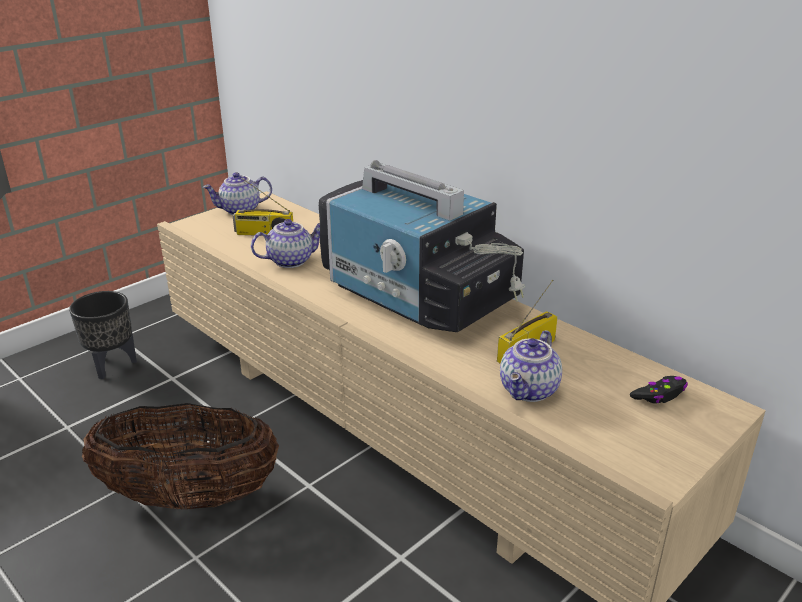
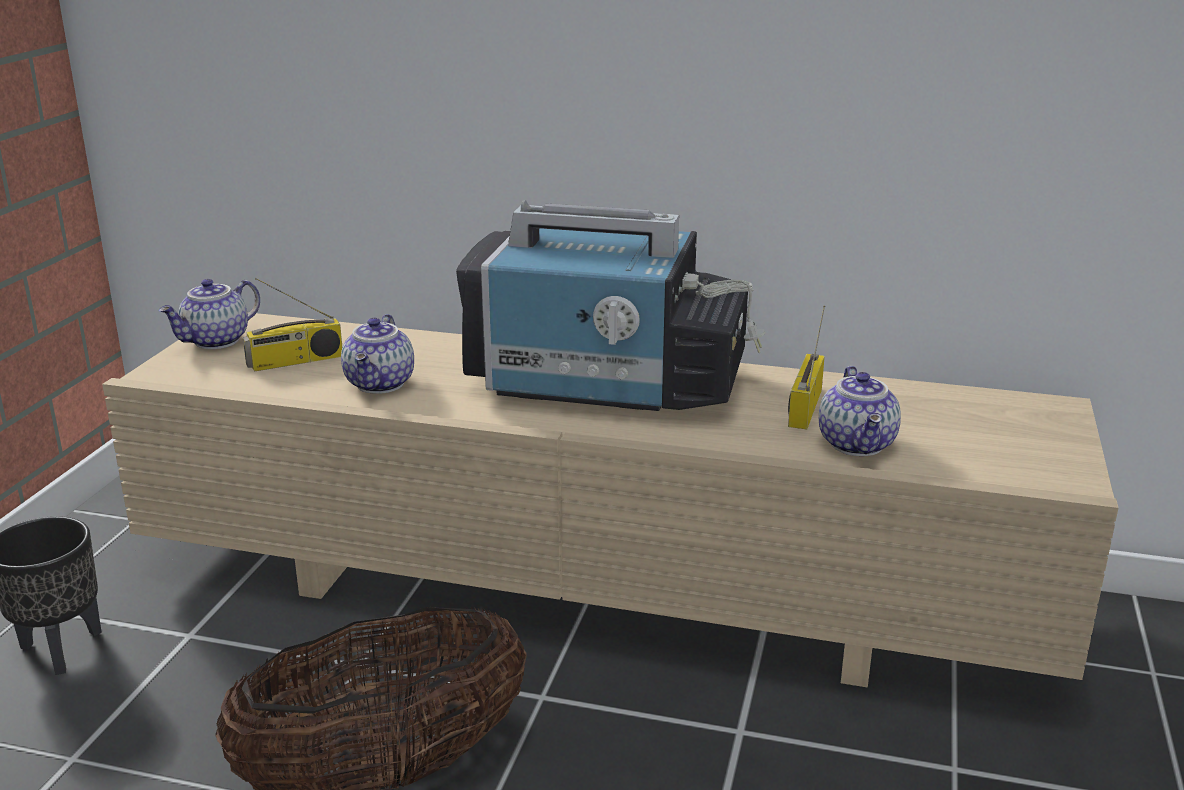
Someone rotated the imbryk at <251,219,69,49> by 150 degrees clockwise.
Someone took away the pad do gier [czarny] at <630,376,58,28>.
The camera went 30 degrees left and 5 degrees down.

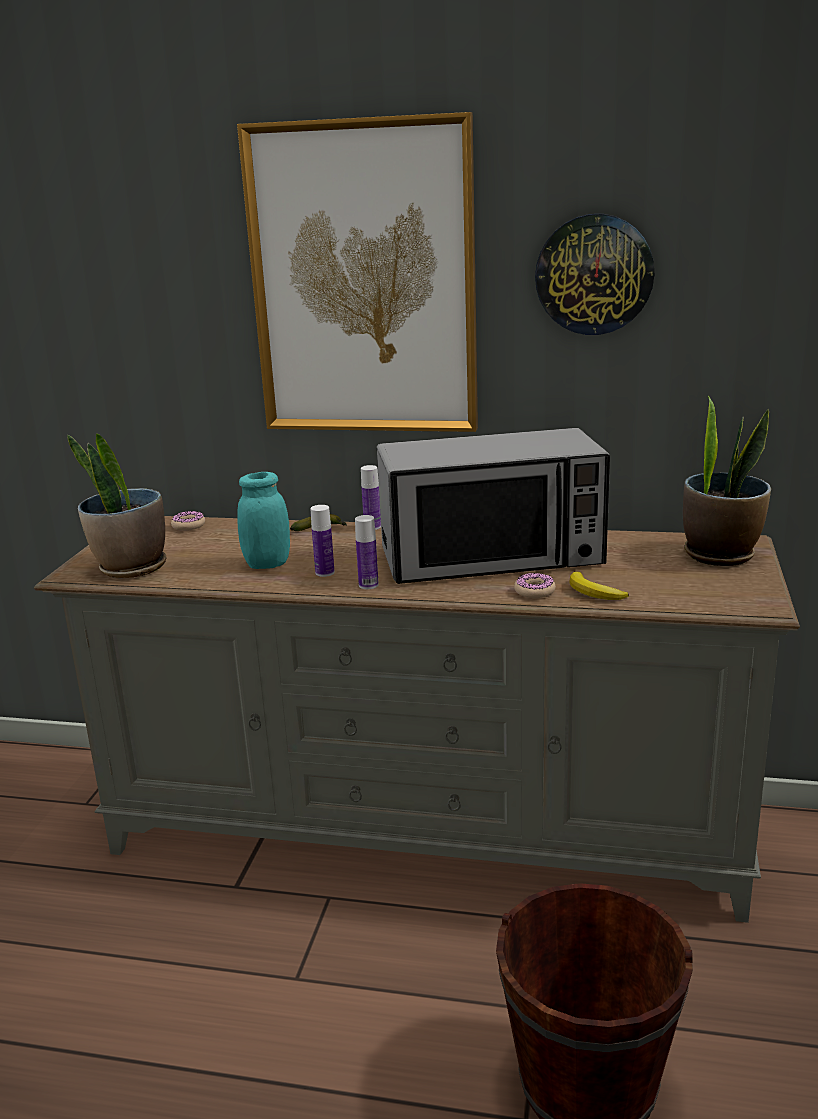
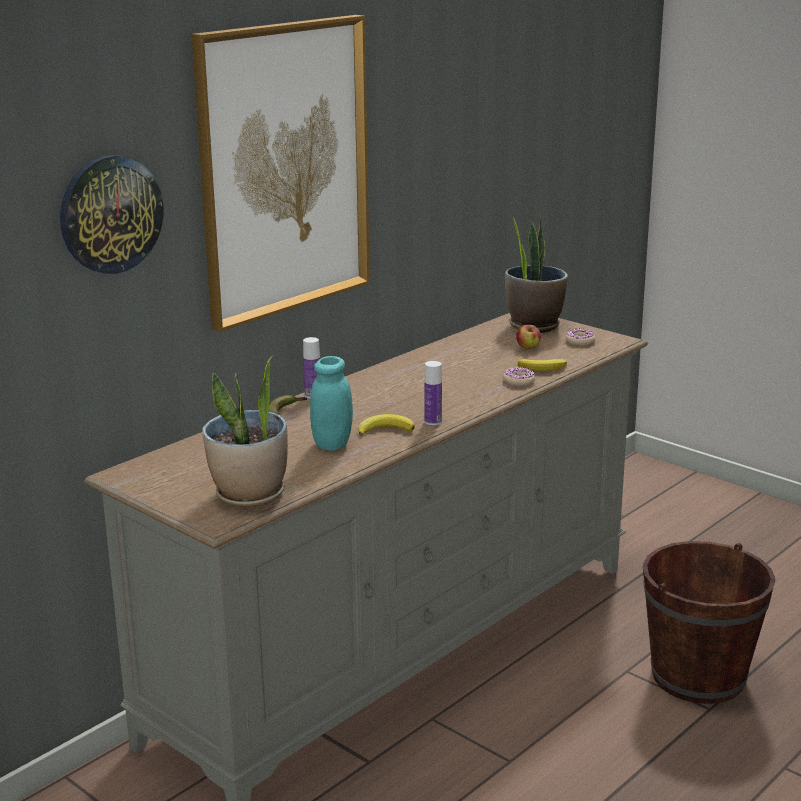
Someone carried the zegar ścienny from <535,214,119,121> to <60,155,103,119>.
Someone swapped the butelka at <310,505,25,72> for the banan at <358,414,57,22>.
Someone put down the jabłko at <516,325,25,24>.
Someone carried the donut from <171,511,34,20> to <566,328,29,18>.
Someone took away the mikrofalówka at <377,428,233,156>.
The camera went 60 degrees left and 0 degrees up.

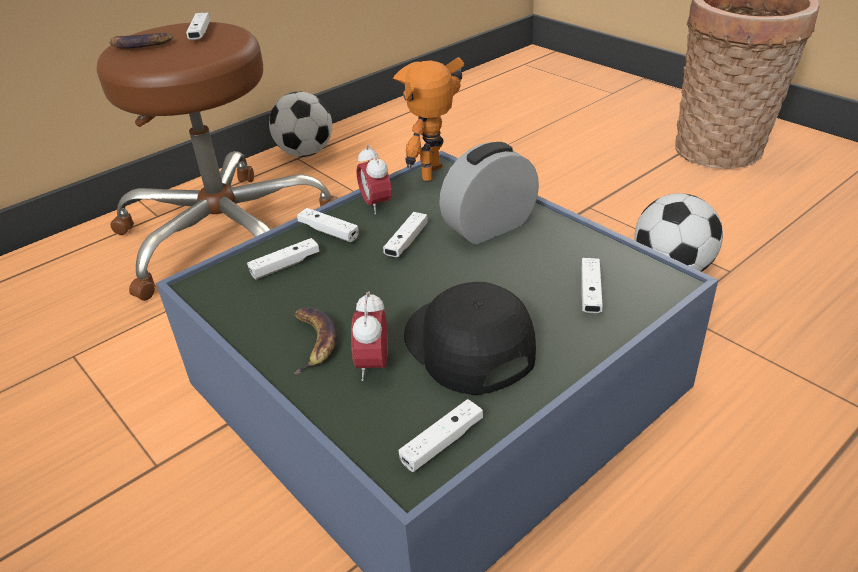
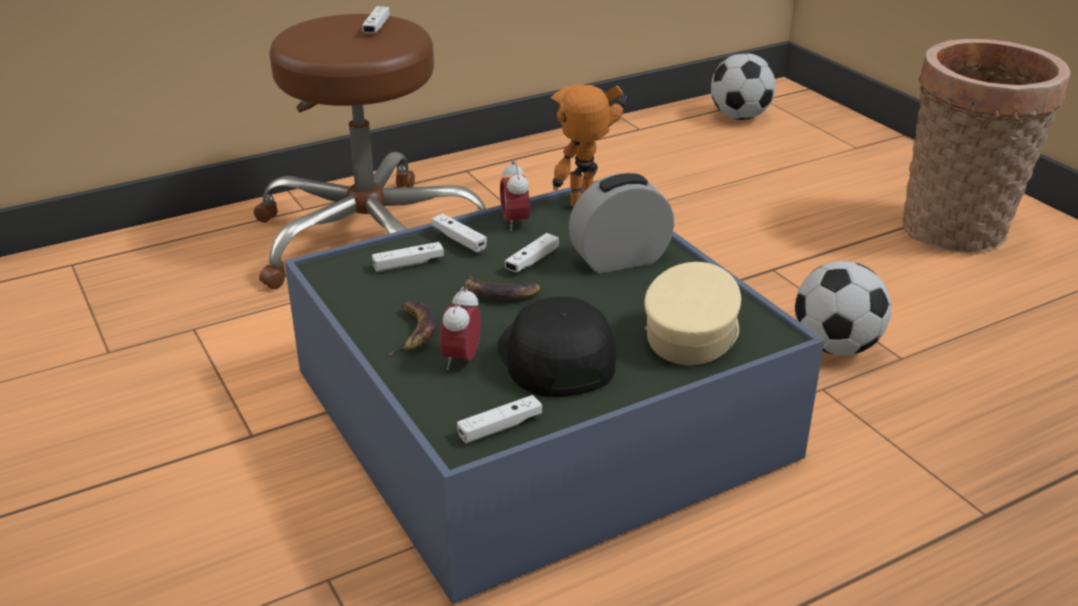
Someone carried the banan from <109,33,64,15> to <465,276,76,23>.
Someone swapped the pad do gier [biały] at <581,258,21,55> for the czapka z daszkiem [beżowy] at <644,262,97,103>.
Someone carried the piłka futbolowa from <269,92,63,65> to <711,53,65,67>.
The camera went 10 degrees right and 5 degrees down.

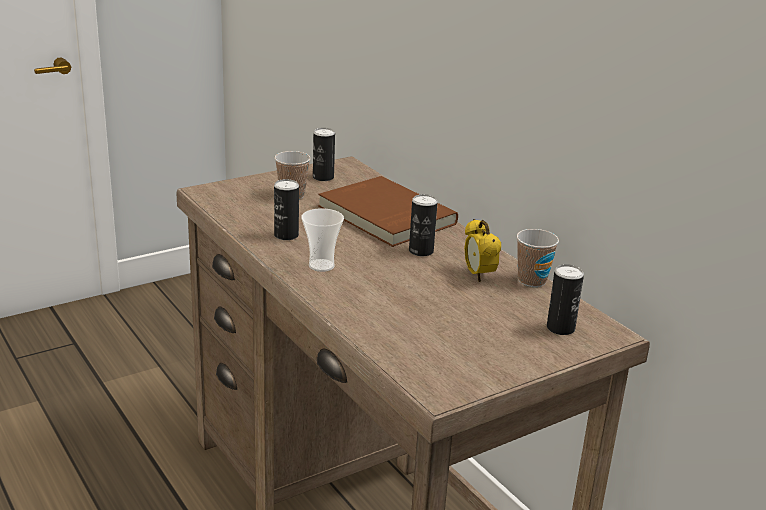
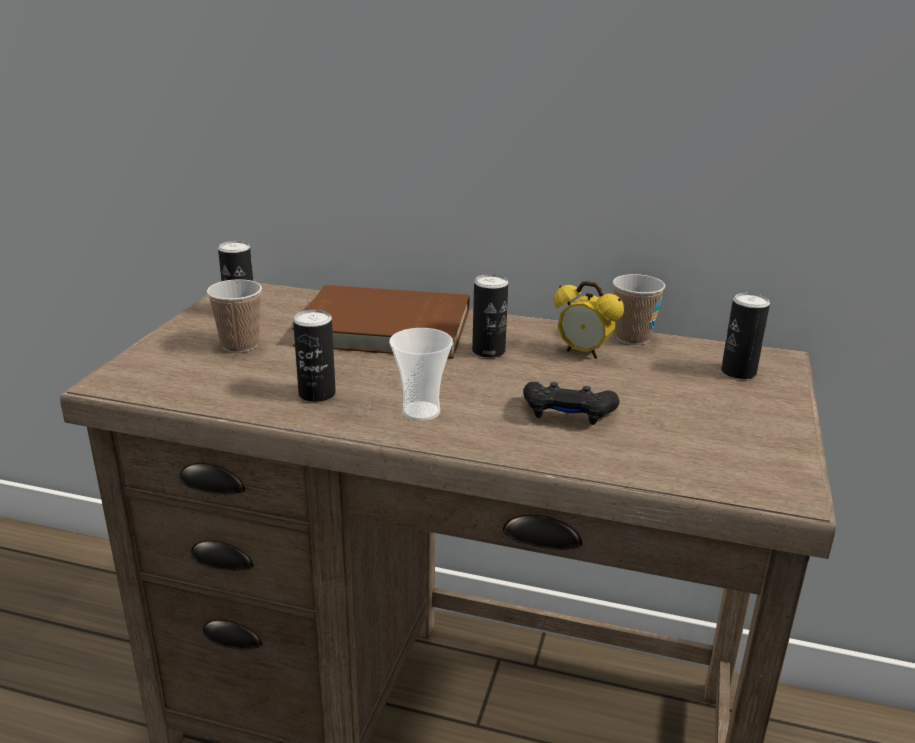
Someone put down the pad do gier [czarny] at <523,382,96,43>.
The camera went 40 degrees left and 0 degrees up.

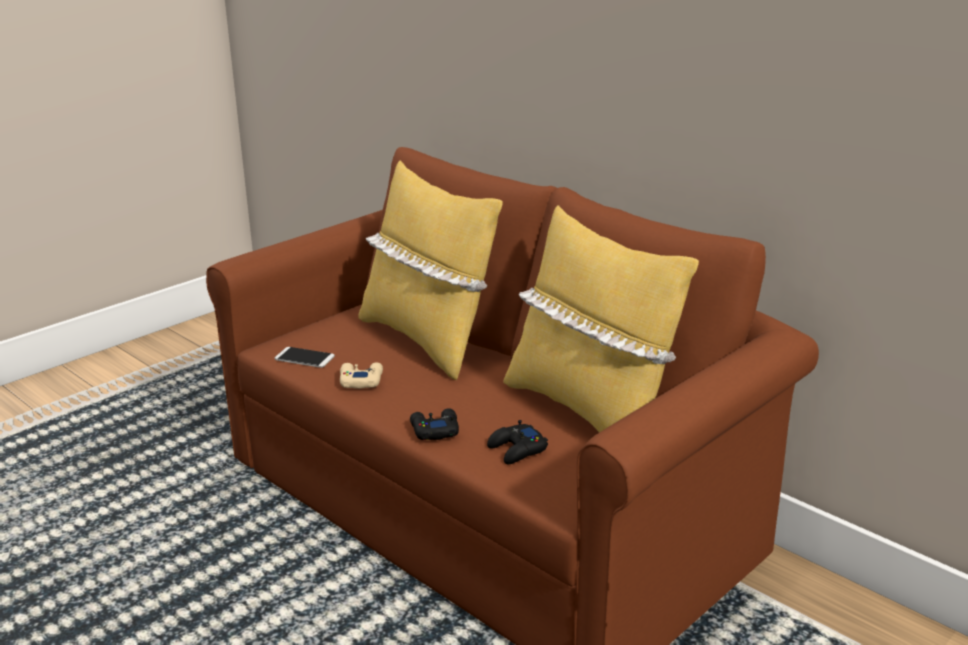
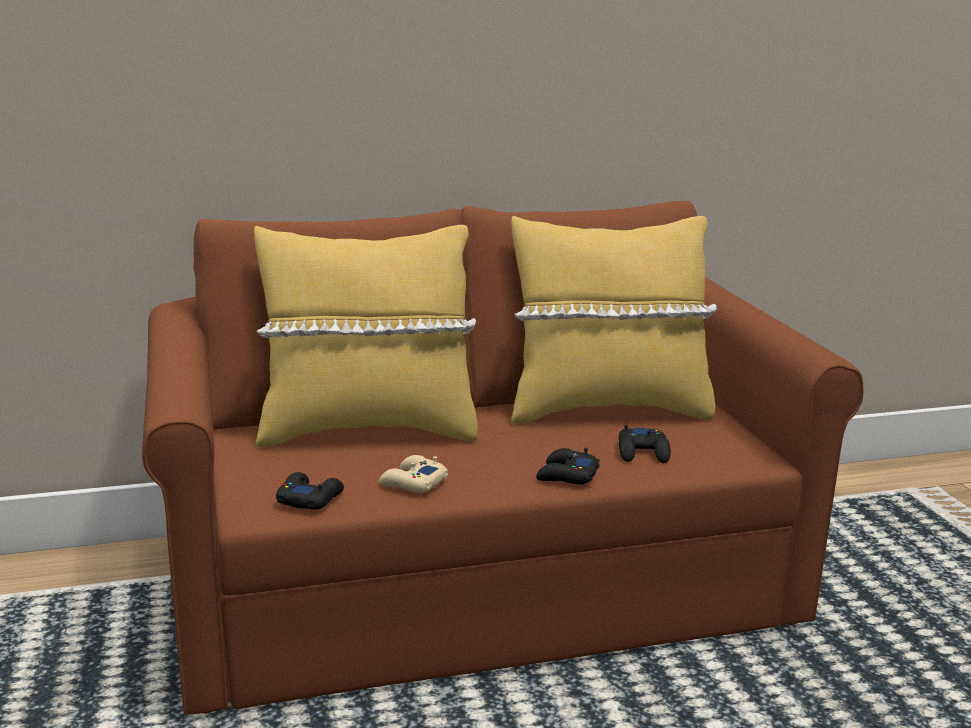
Someone swapped the telefon at <275,347,60,21> for the pad do gier [czarny] at <276,472,68,38>.
The camera went 60 degrees left and 5 degrees down.

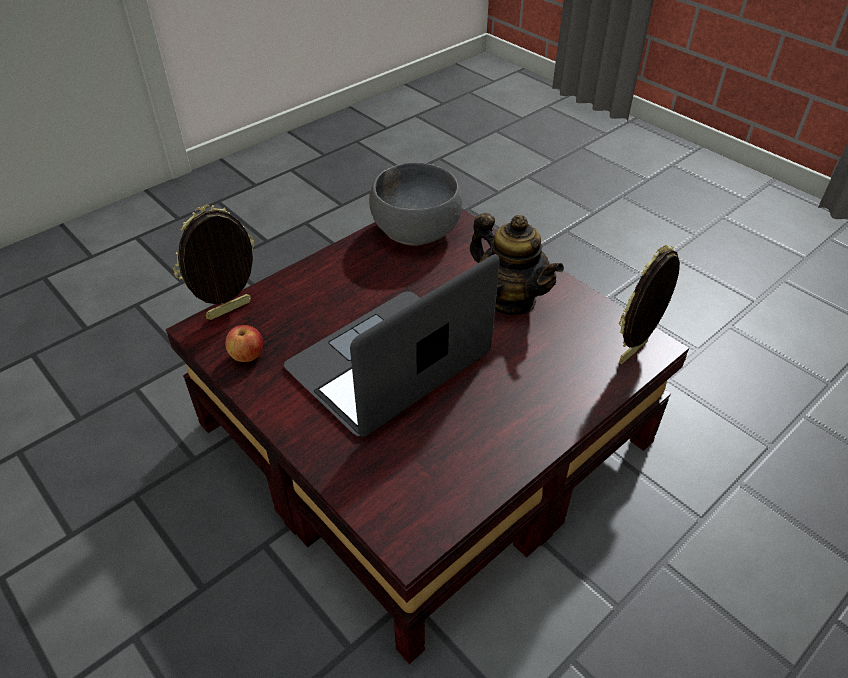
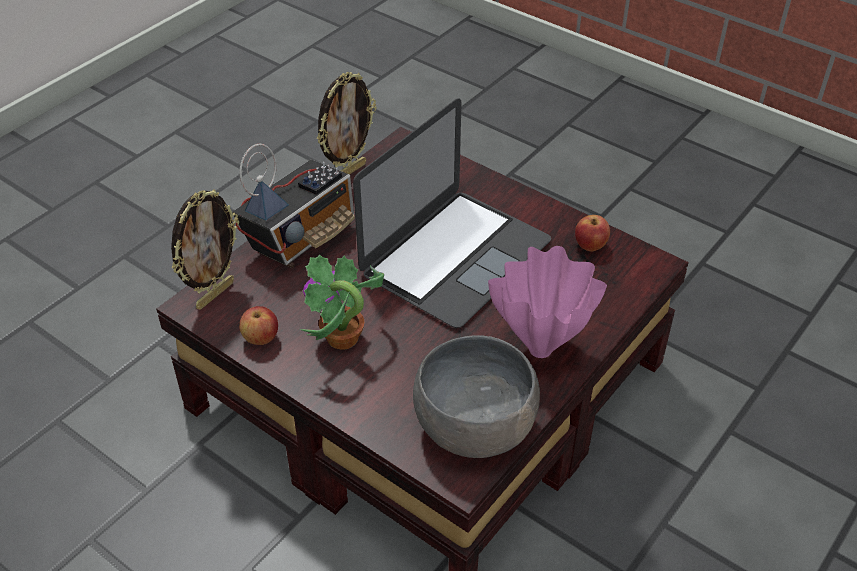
Someone put down the radio at <233,144,122,125>.
Someone put down the jabłko at <239,306,39,39>.
Someone swapped the imbryk at <470,213,94,102> for the roślina doniczkowa at <300,254,84,95>.
Someone carried the ramka na zdjęcie from <173,205,82,115> to <317,72,59,102>.
Someone put down the wazon [różowy] at <488,246,119,112>.
The camera went 170 degrees right and 0 degrees up.

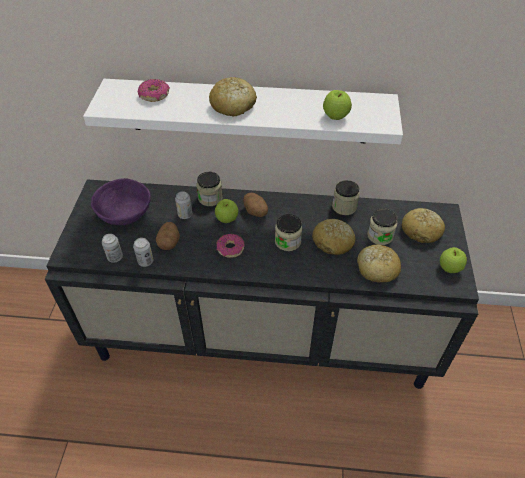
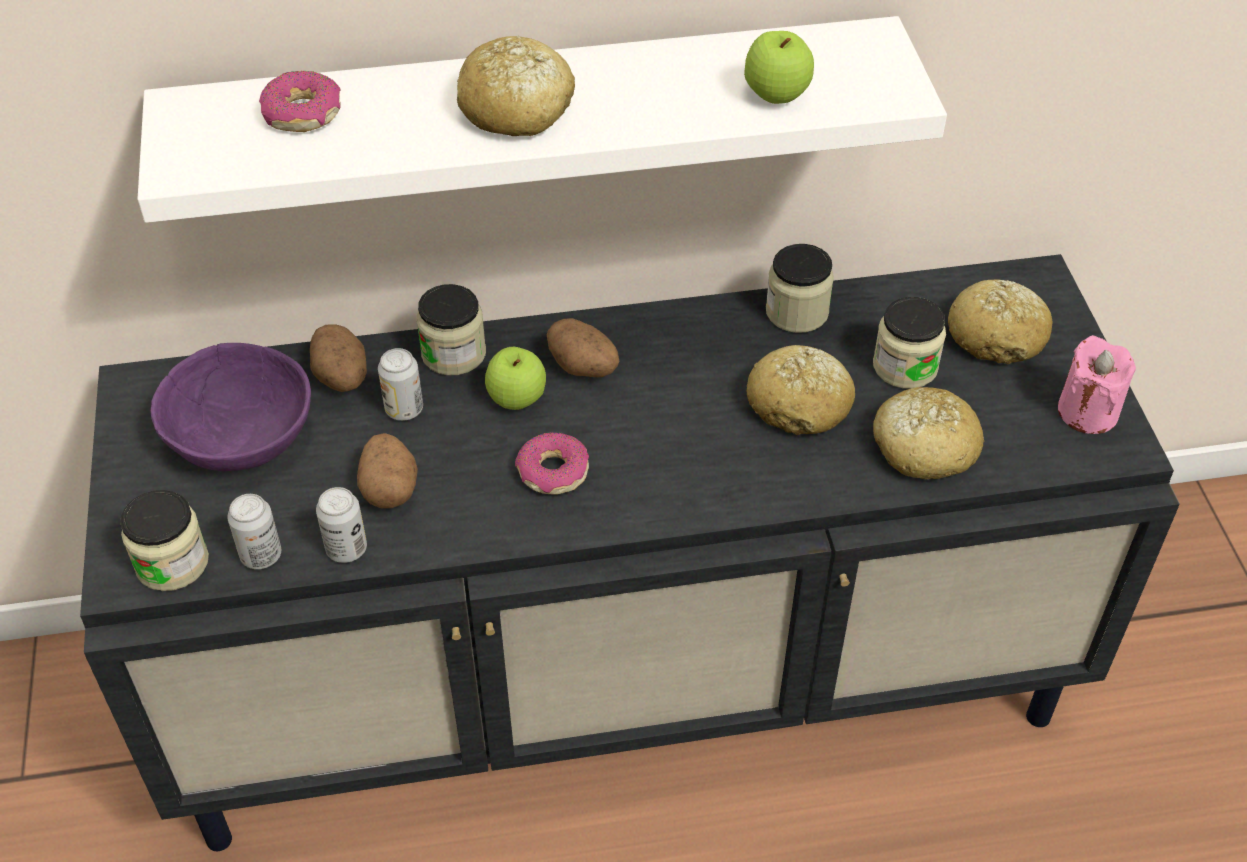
Someone carried the słoik from <275,214,27,37> to <120,490,89,101>.
Someone put down the ziemniak at <310,324,57,68>.
Someone swapped the jabłko at <440,247,27,26> for the świeca [różowy] at <1058,335,78,99>.
The camera went 15 degrees left and 0 degrees up.

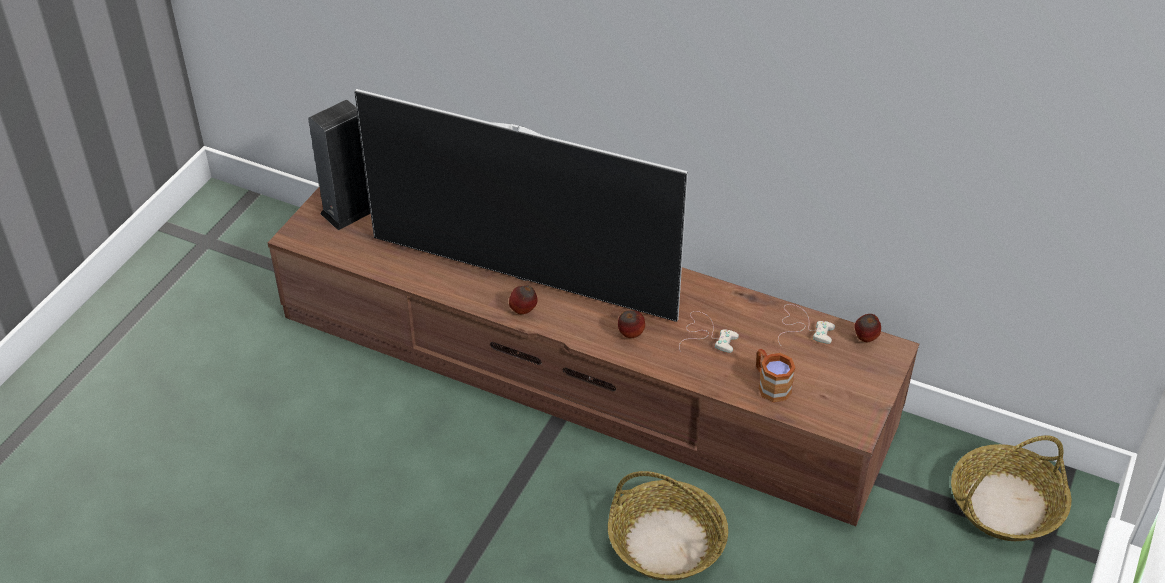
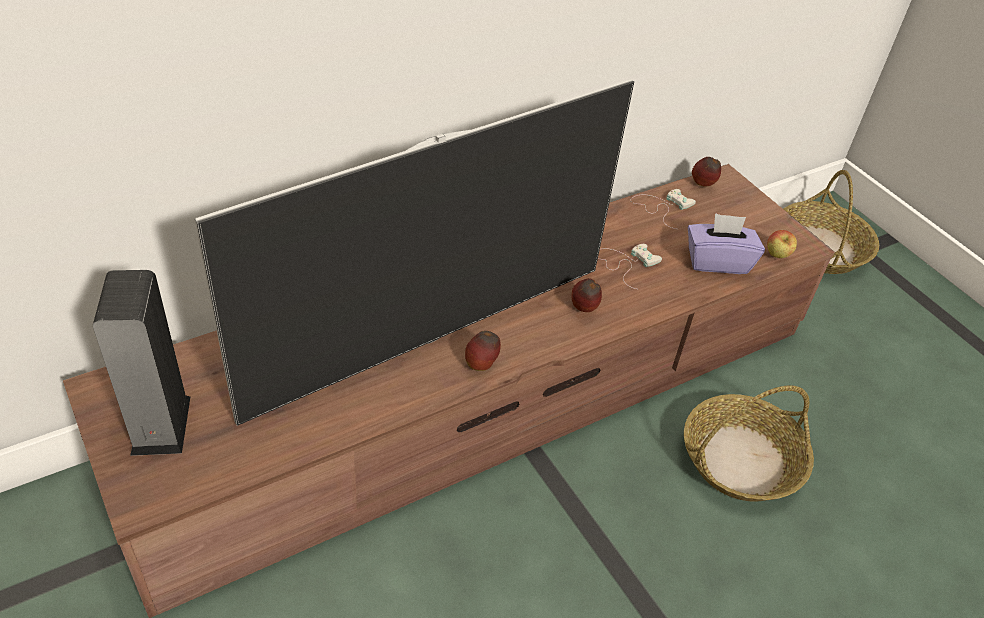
Someone swapped the kubek [brązowy] at <756,349,39,53> for the pudełko chusteczek [fioletowy] at <687,213,78,61>.
Someone put down the jabłko at <767,230,30,28>.
The camera went 60 degrees left and 0 degrees up.

